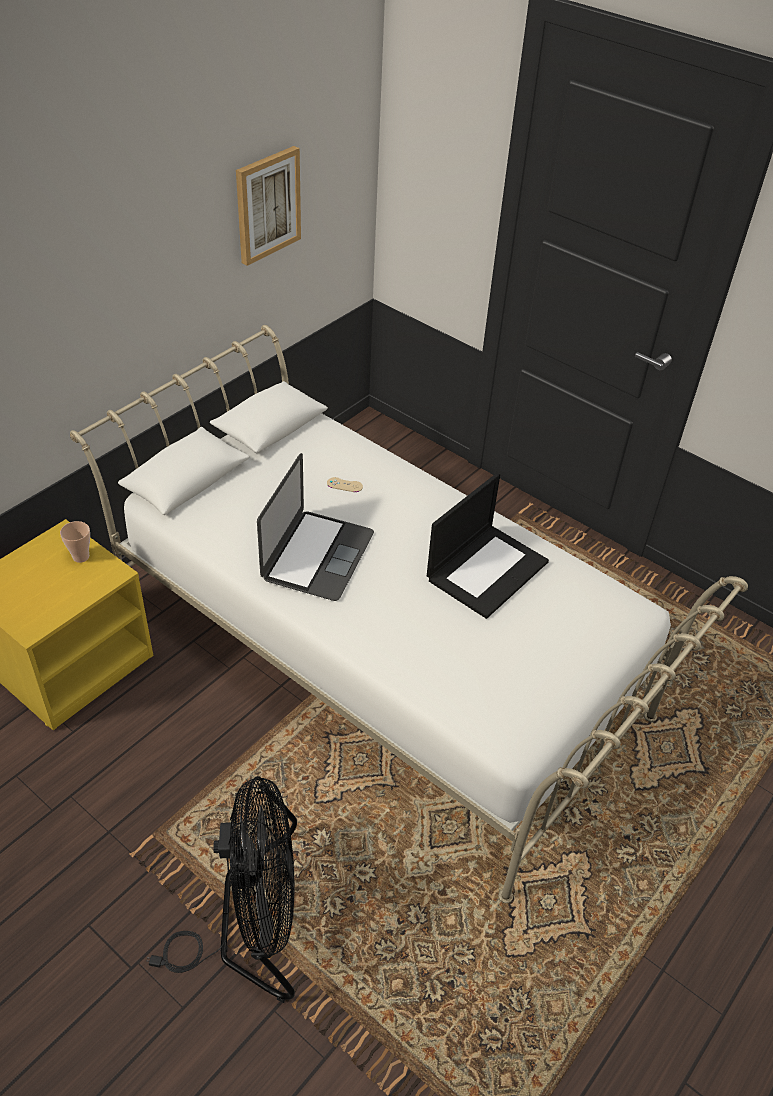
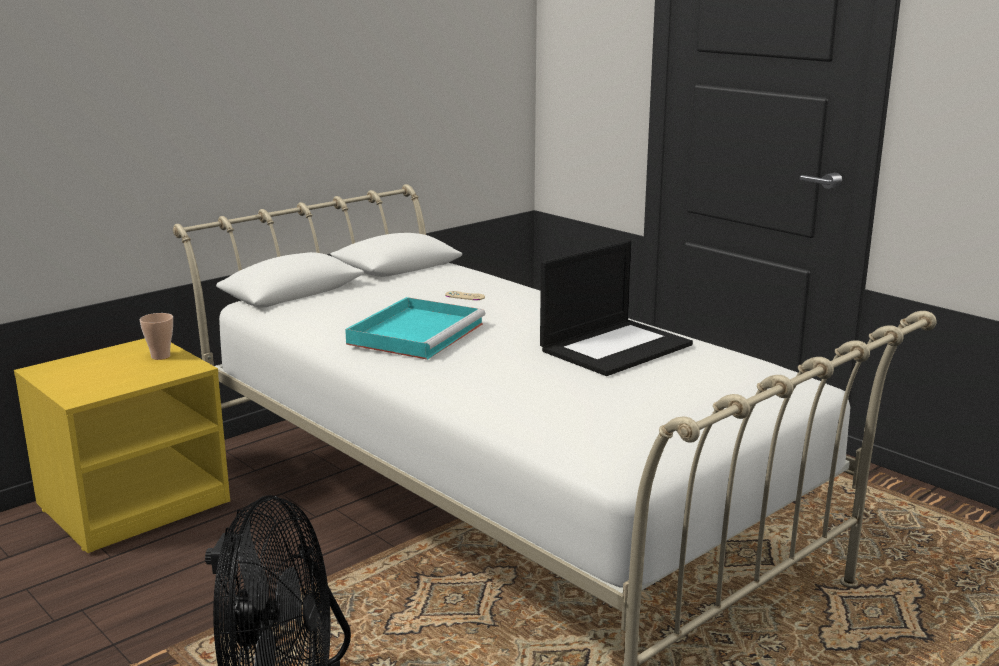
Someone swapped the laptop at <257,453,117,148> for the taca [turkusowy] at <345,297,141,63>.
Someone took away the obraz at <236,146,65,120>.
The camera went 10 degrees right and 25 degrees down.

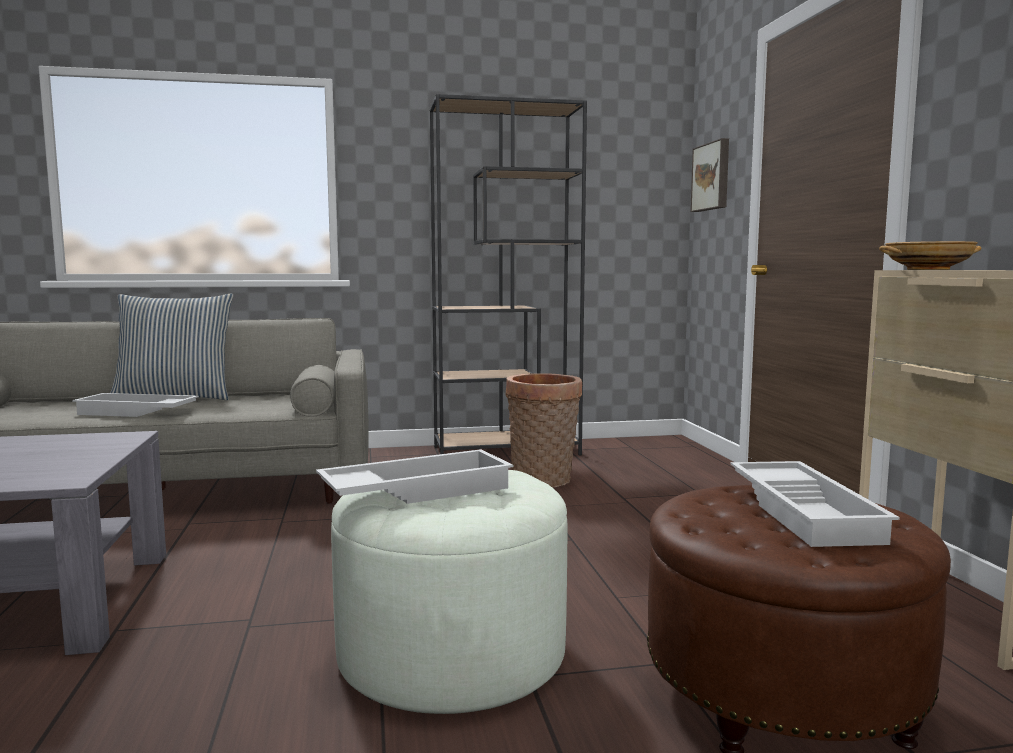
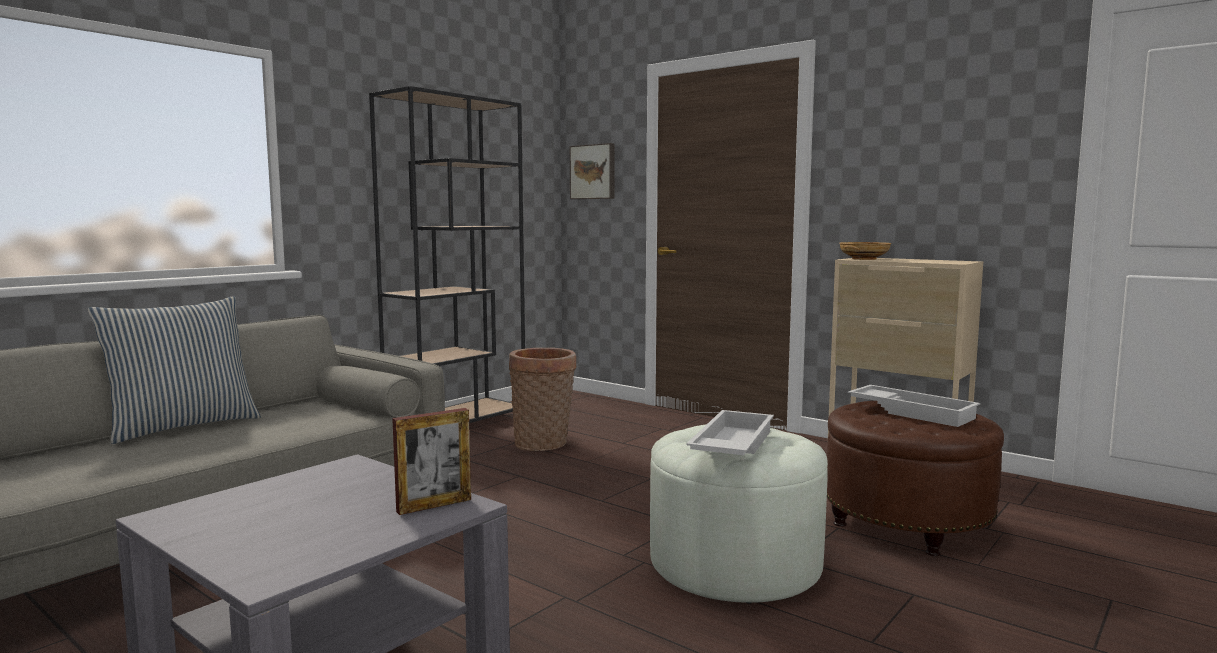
Someone put down the ramka na zdjęcie at <392,408,79,107>.
Someone took away the taca [biały] at <72,393,127,24>.
The camera went 40 degrees left and 0 degrees up.

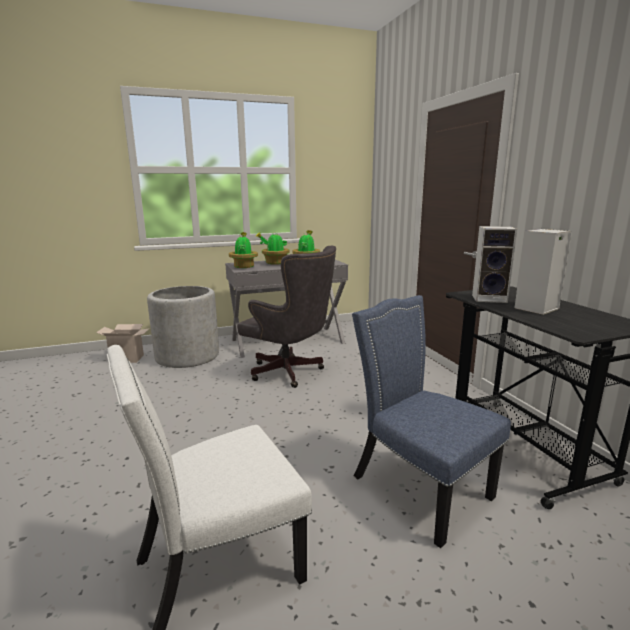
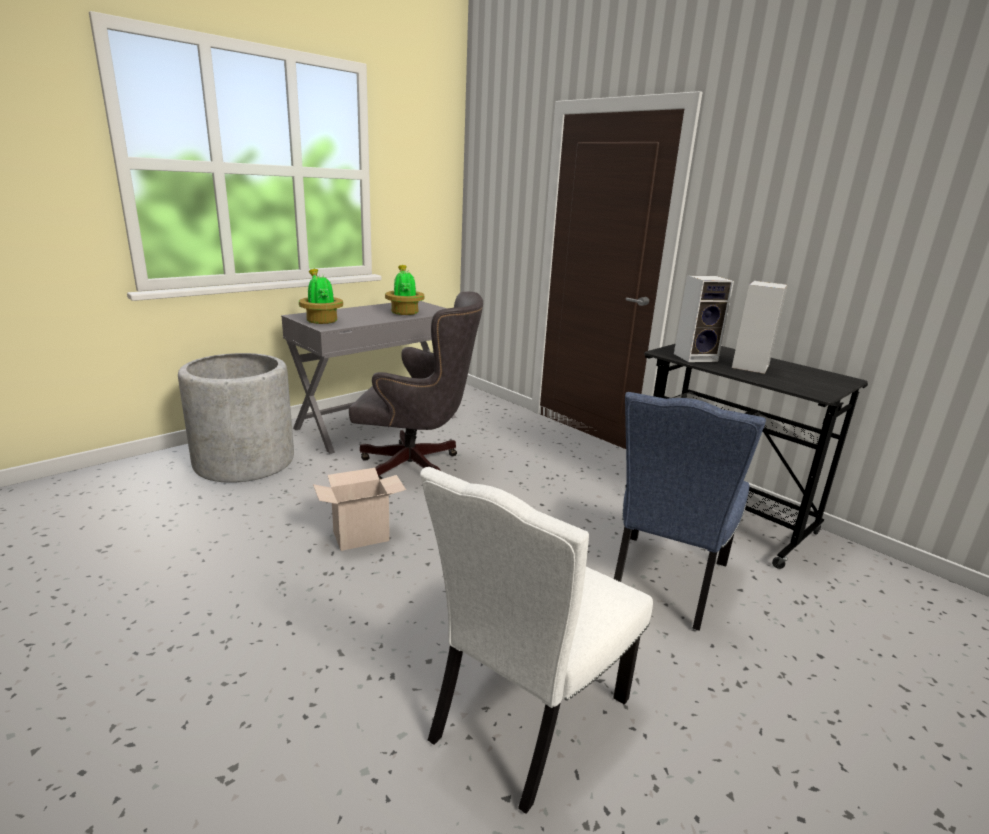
Someone carried the karton from <96,324,54,39> to <313,468,93,83>.
Someone rotated the krzesło [niebieski] at <352,295,159,253> by 90 degrees counterclockwise.
Someone took away the roślina doniczkowa at <255,232,34,33>.
The camera went 25 degrees left and 5 degrees up.

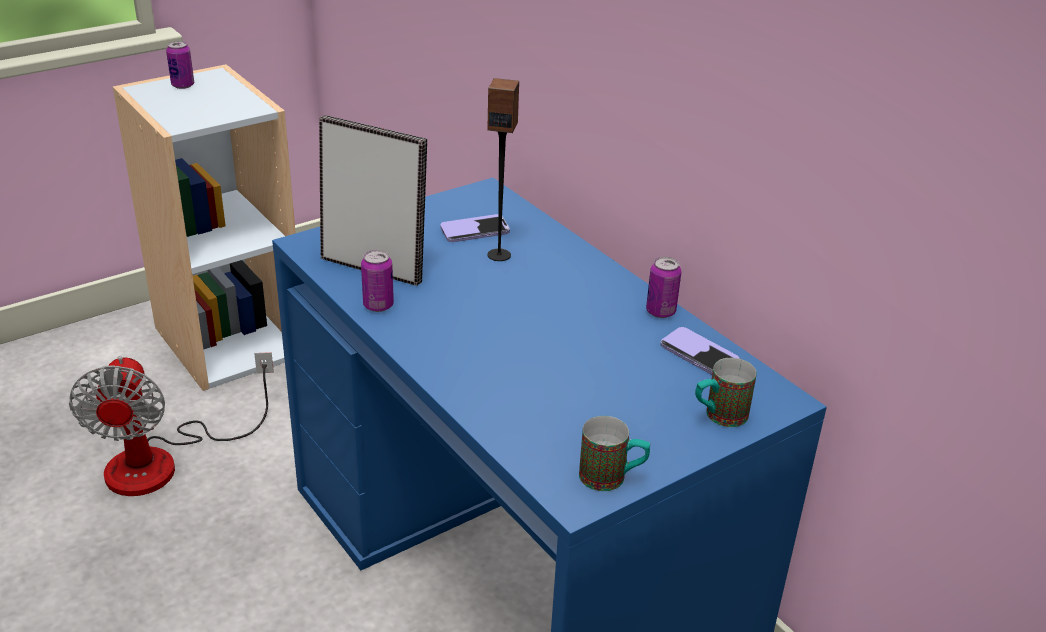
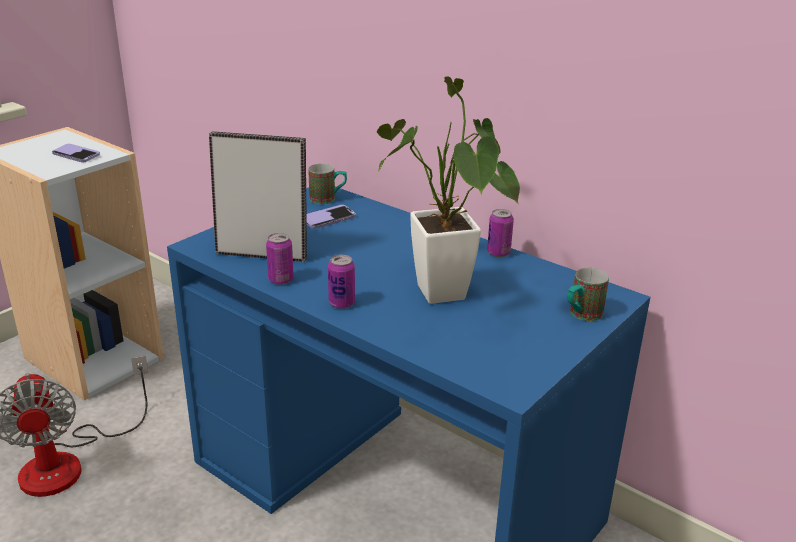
Someone carried the telefon from <661,327,79,48> to <52,144,48,18>.
Someone carried the kubek from <579,416,71,75> to <308,164,39,40>.
Someone carried the puszka from <166,41,28,48> to <328,255,27,54>.
Someone put down the roślina doniczkowa at <377,76,143,228>.
Someone took away the głośnik at <487,78,32,183>.
The camera went 15 degrees left and 5 degrees down.

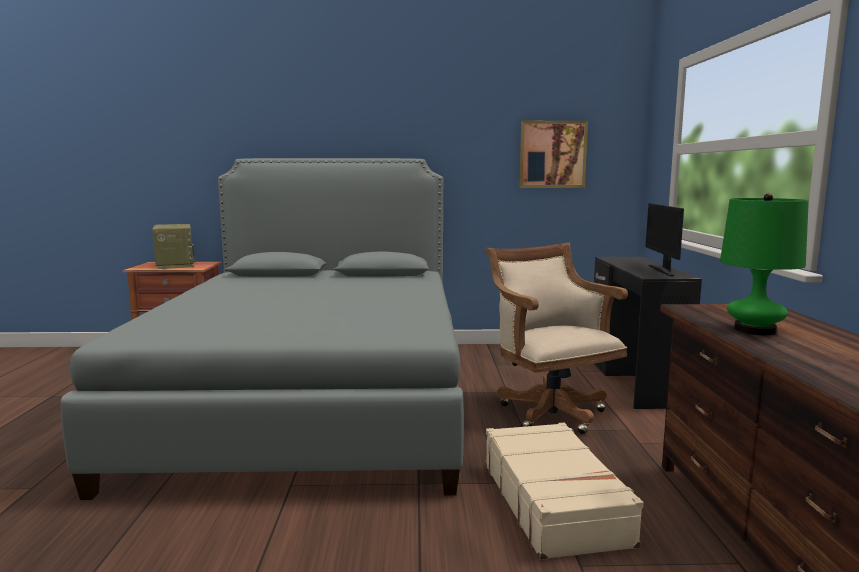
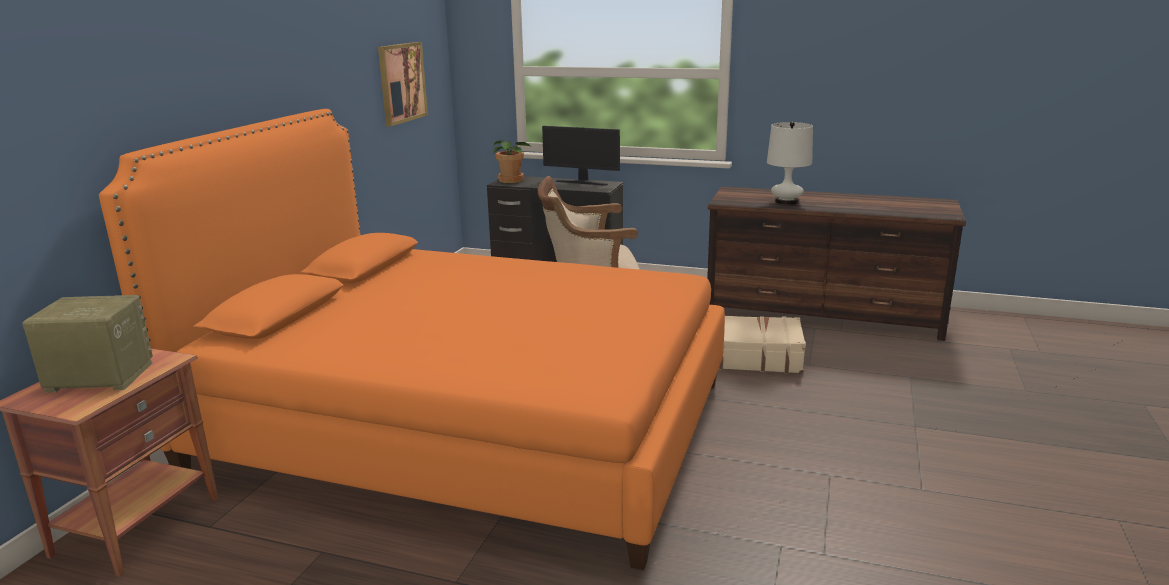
Someone repainted the łóżko [szary] at <61,158,403,342>, which became the łóżko [pomarańczowy] at <99,109,626,461>.
Someone put down the roślina doniczkowa at <493,140,37,43>.
Someone repainted the lampa stołowa [zielony] at <720,194,89,141>, which became the lampa stołowa [biały] at <767,122,46,83>.
The camera went 70 degrees left and 10 degrees up.

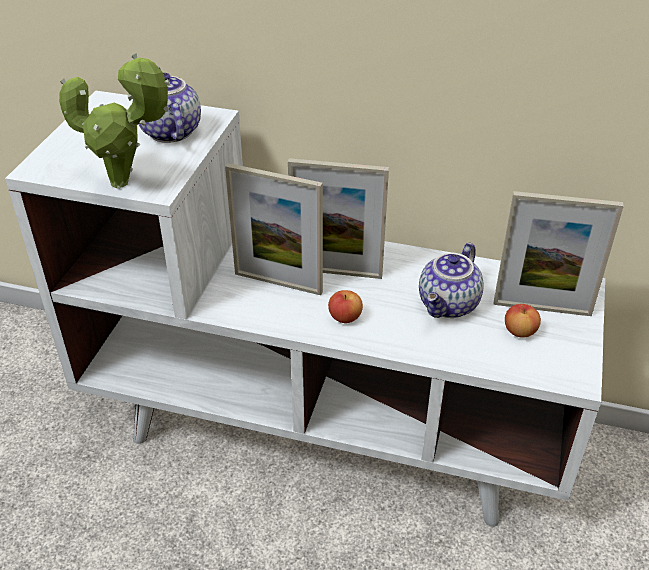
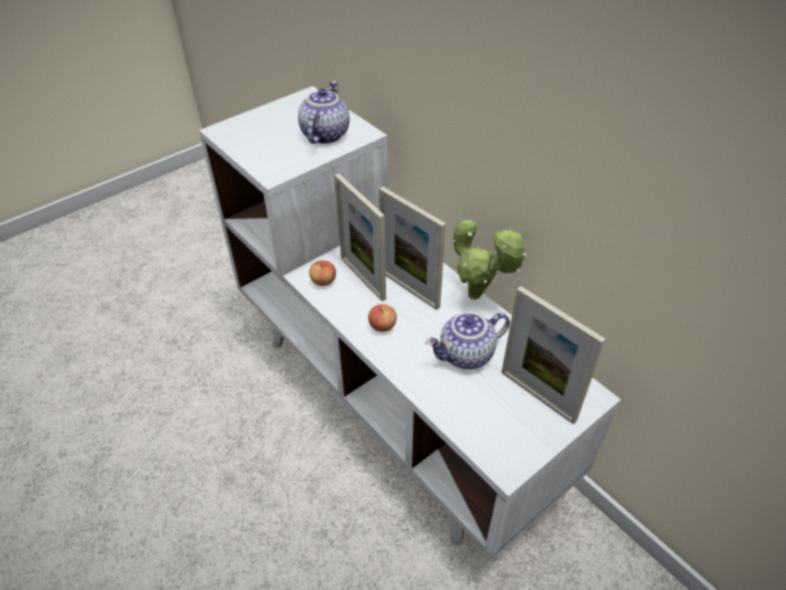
Someone carried the jabłko from <505,304,36,34> to <309,260,27,26>.
Someone carried the roślina doniczkowa from <59,53,111,136> to <454,218,73,82>.
The camera went 35 degrees right and 5 degrees up.

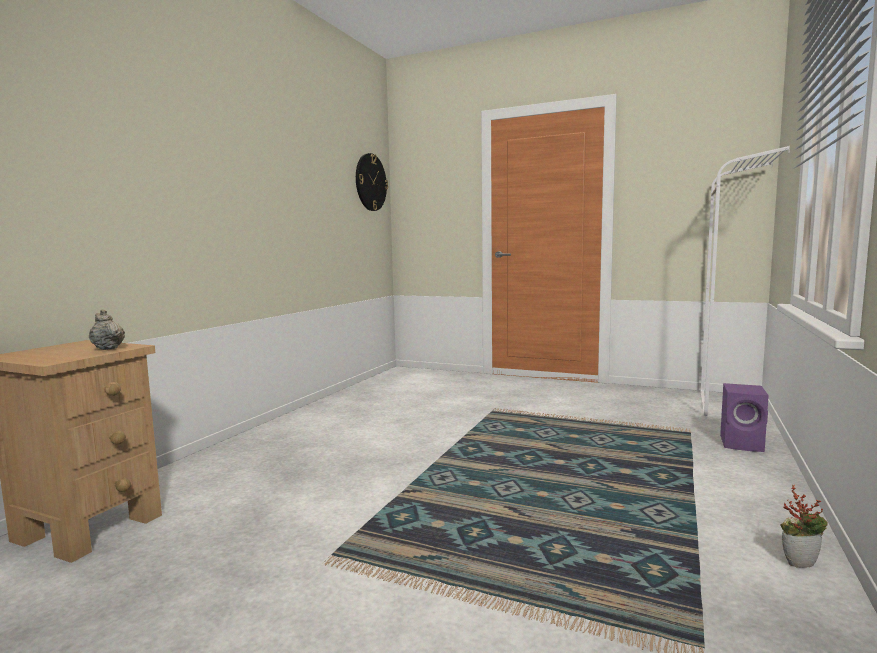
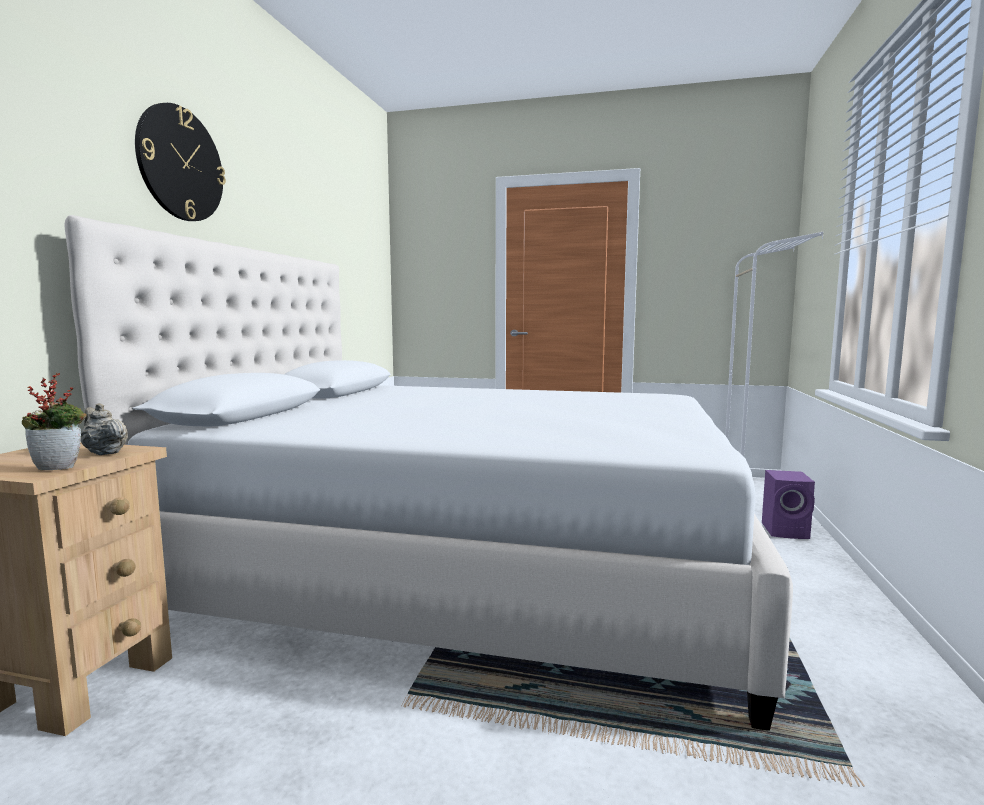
Someone carried the roślina doniczkowa from <781,485,47,83> to <22,373,65,98>.
Someone put down the łóżko [biały] at <65,215,728,516>.
Someone carried the zegar ścienny from <356,153,32,58> to <135,103,91,118>.
The camera went 10 degrees left and 0 degrees up.

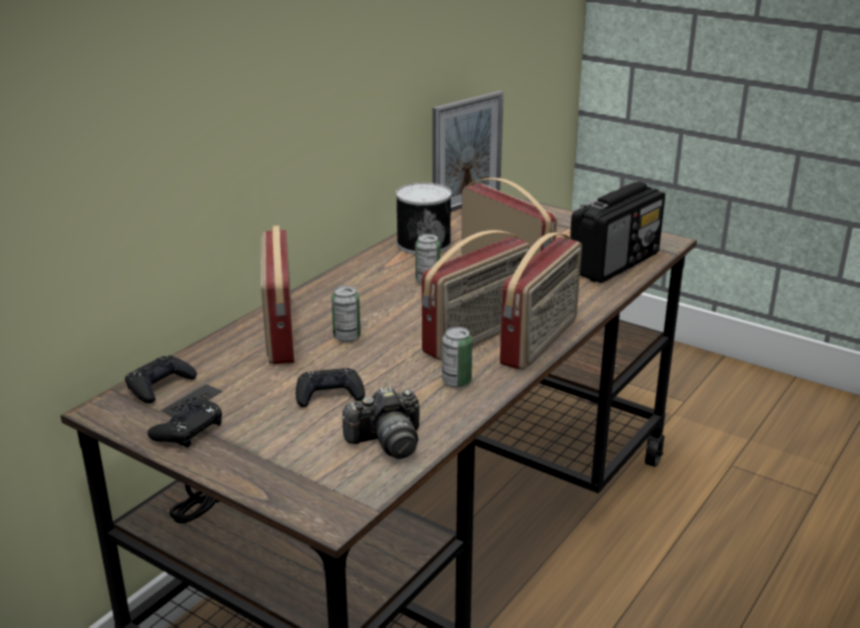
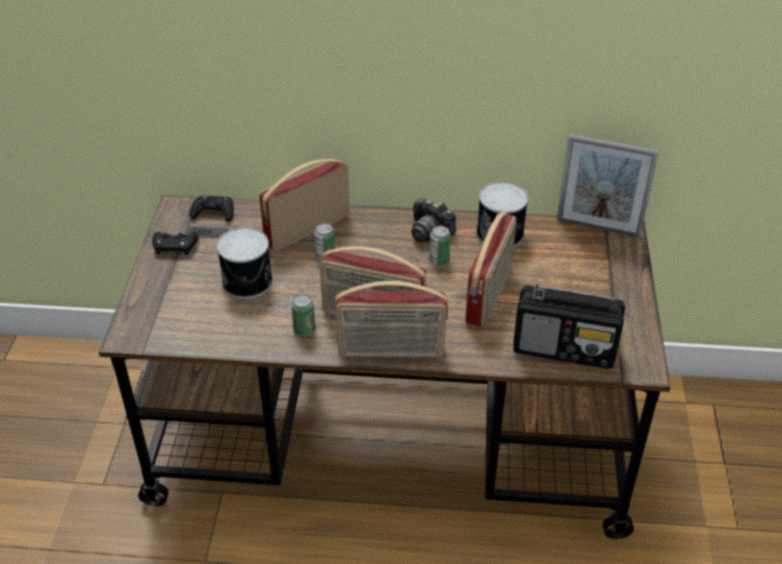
Someone swapped the pad do gier [czarny] at <296,368,69,39> for the puszka at <217,227,56,72>.
Someone carried the aparat fotograficzny from <341,386,79,73> to <411,197,45,45>.
The camera went 60 degrees right and 15 degrees up.

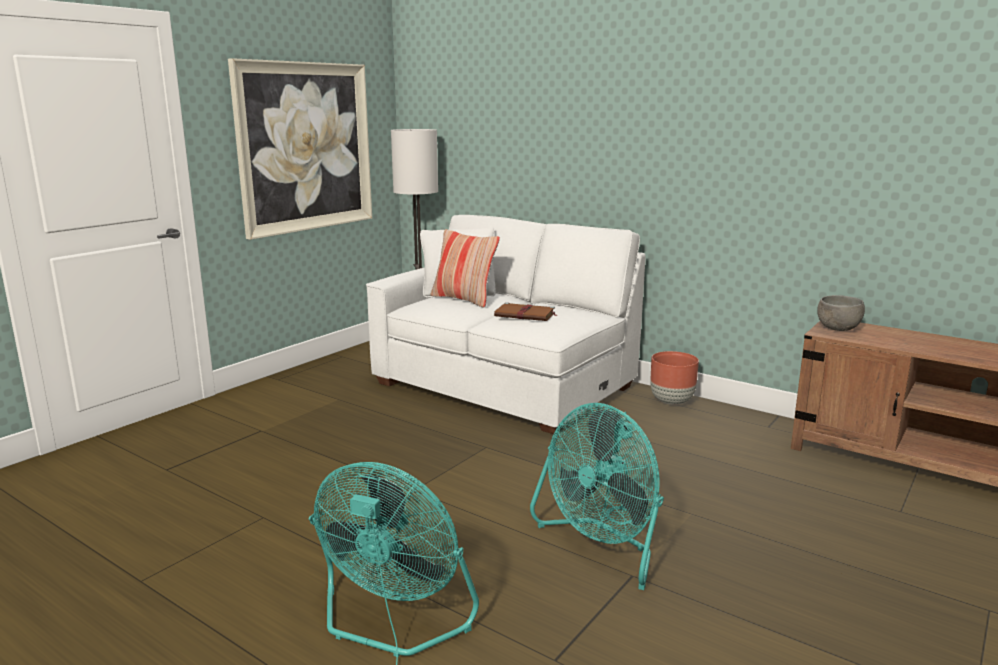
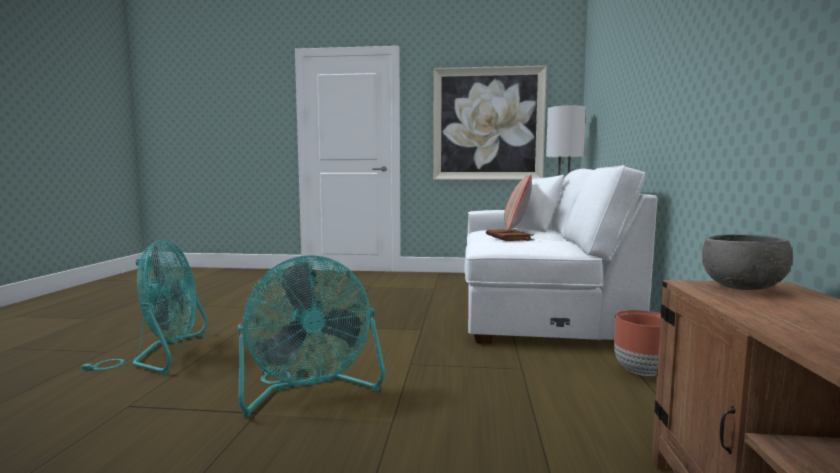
Someone rotated the wentylator [turkusowy] at <530,403,134,187> by 135 degrees counterclockwise.
The camera went 60 degrees right and 10 degrees down.

